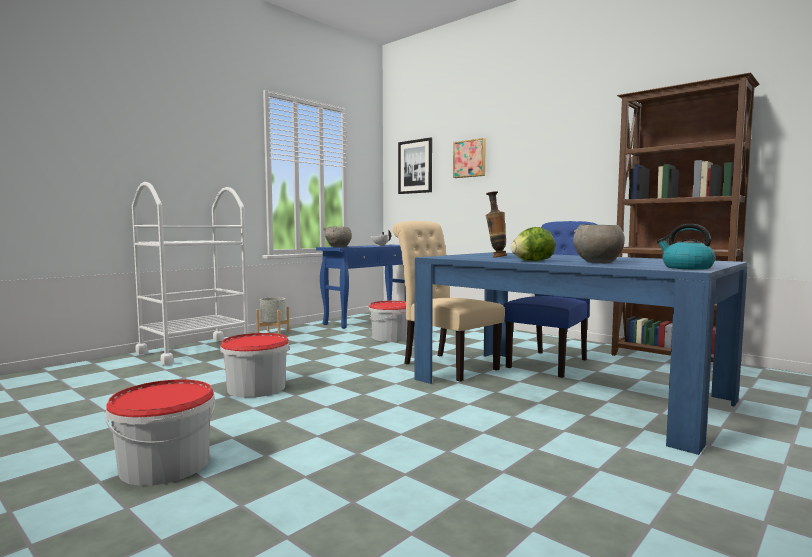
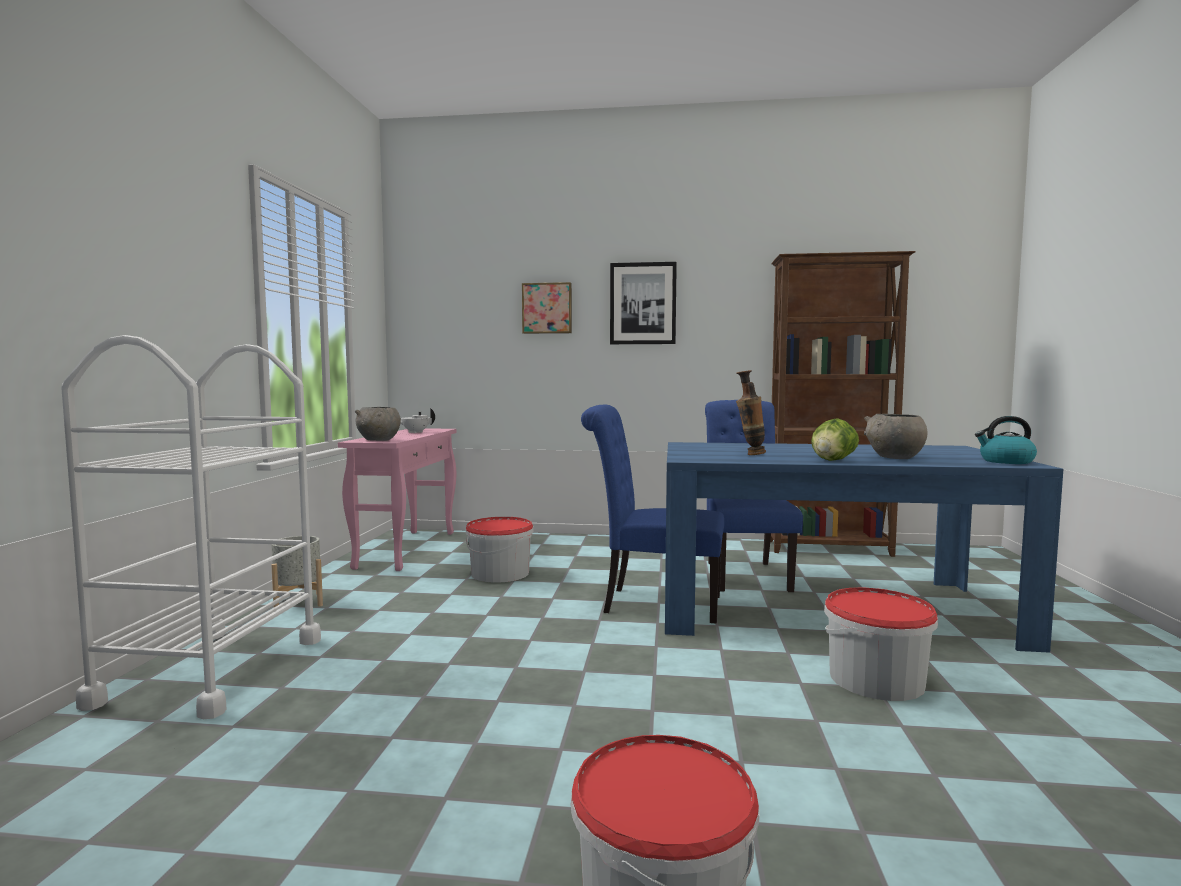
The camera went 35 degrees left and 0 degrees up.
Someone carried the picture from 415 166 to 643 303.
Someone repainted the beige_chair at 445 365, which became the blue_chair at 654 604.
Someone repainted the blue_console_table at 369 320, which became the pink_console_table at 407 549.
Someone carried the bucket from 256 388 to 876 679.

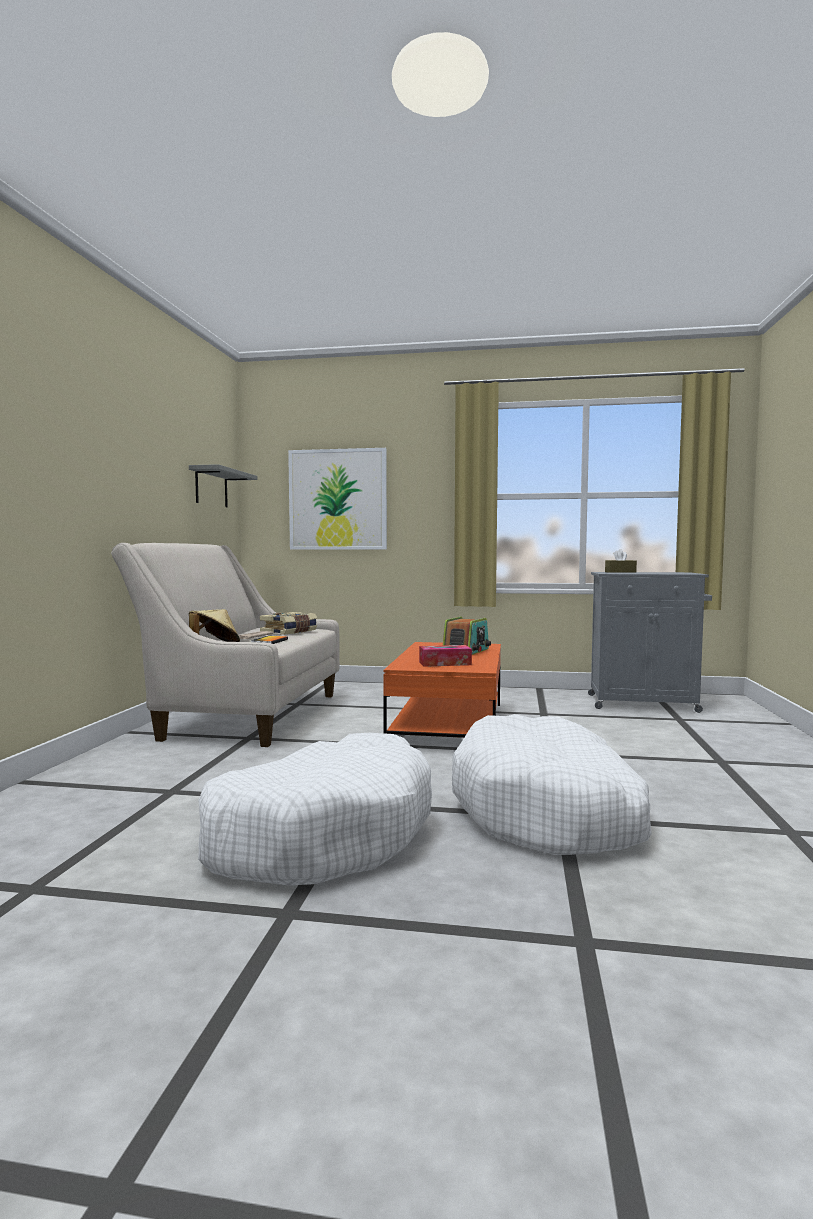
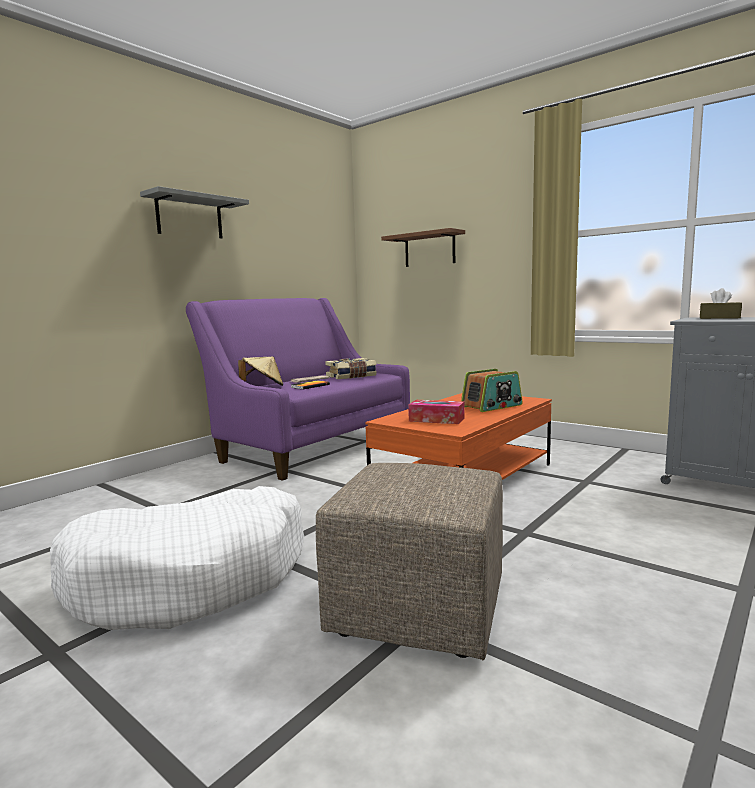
The camera went 30 degrees right and 5 degrees up.
Someone swapped the picture at 338 499 for the brown_shelf at 429 249.
Someone carried the grey_shelf from 211 488 to 189 217.
Someone repainted the beige_sofa at 244 715, which became the purple_sofa at 310 447.
Someone swapped the white_dog_bed at 548 811 for the beige_ottoman at 418 607.

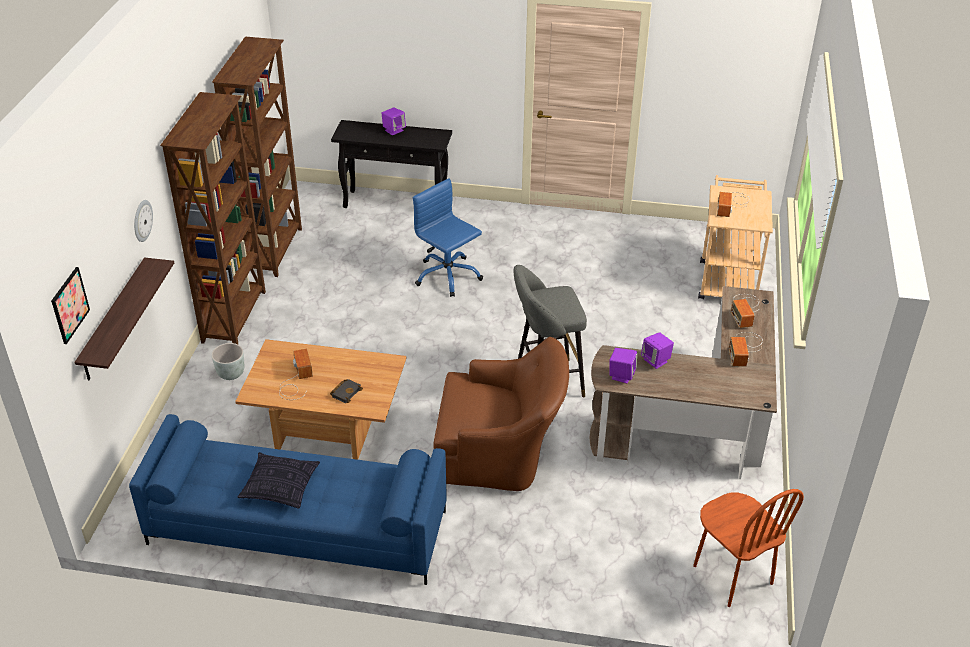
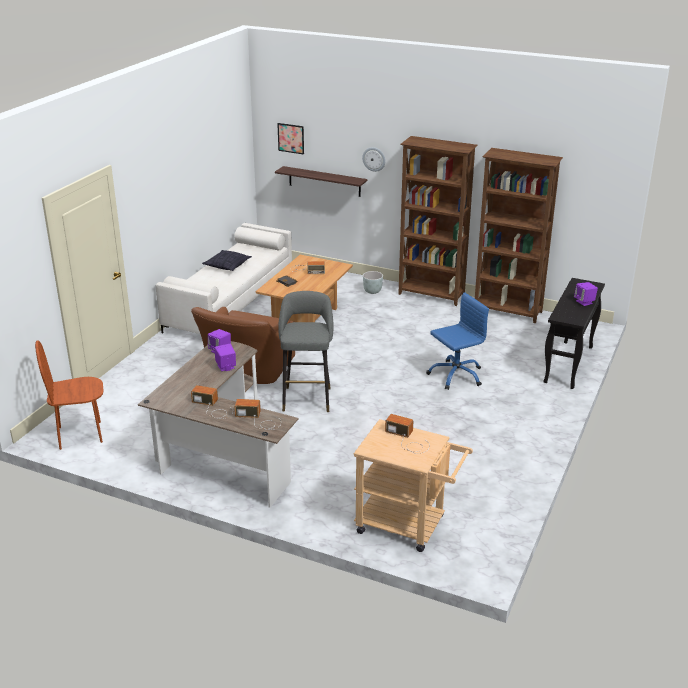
The camera went 105 degrees right and 10 degrees down.
Someone repainted the blue_sofa at 297 528, which became the white_sofa at 230 302.

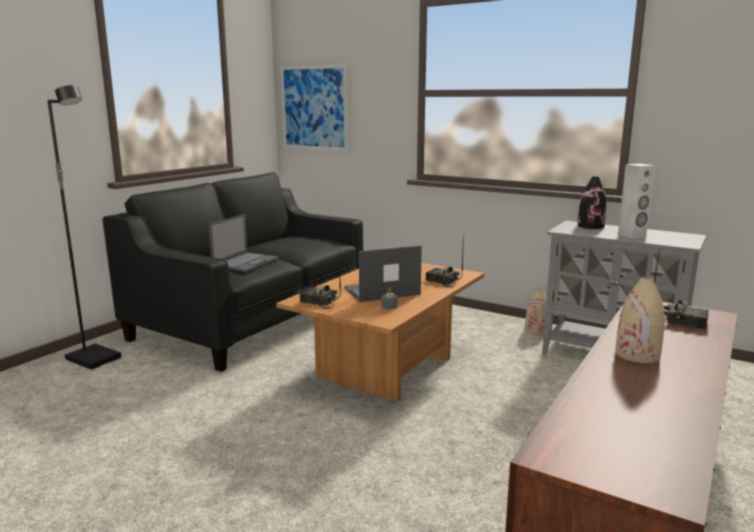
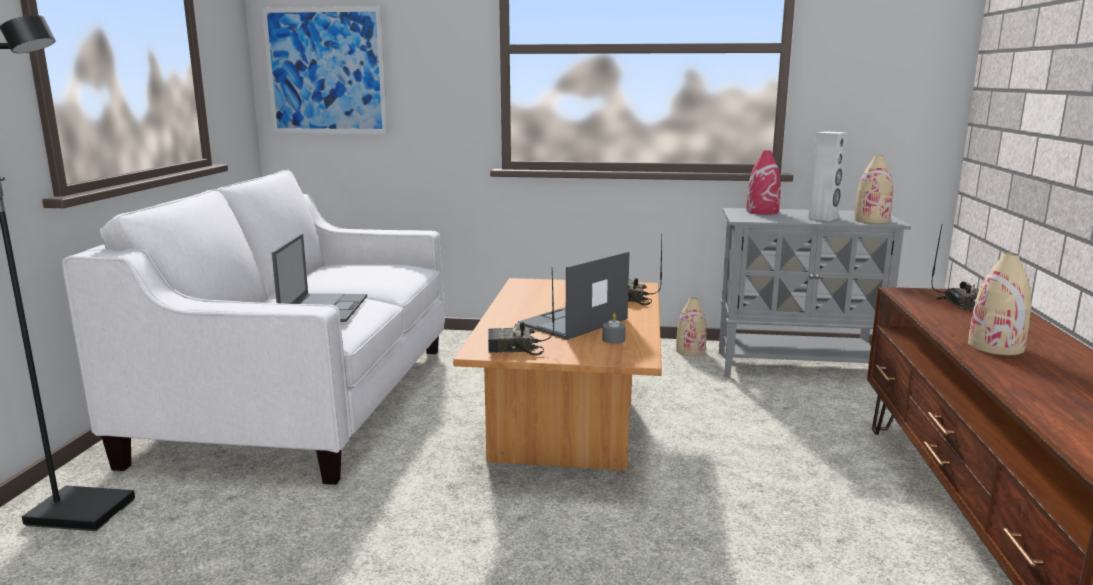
The camera went 25 degrees left and 0 degrees up.
Someone repainted the black_sofa at 252 320, which became the white_sofa at 305 399.
Someone repainted the black_vase at 590 226, which became the red_vase at 762 212.
Someone put down the beige_vase at 872 220.

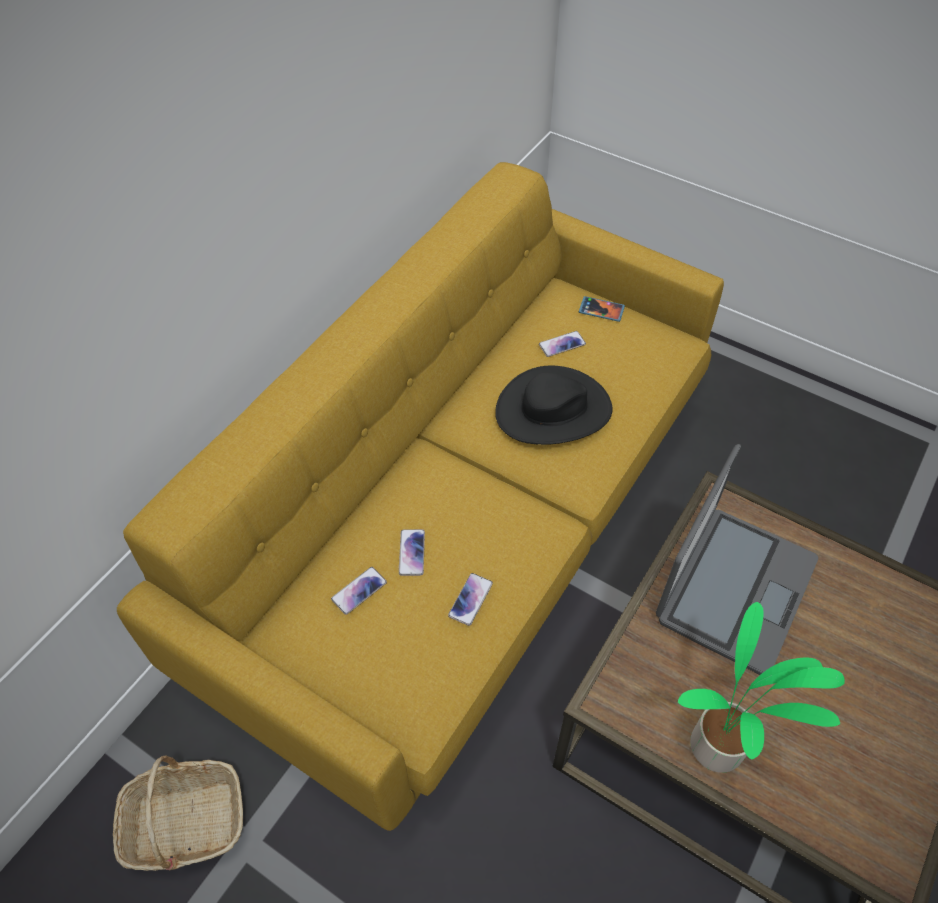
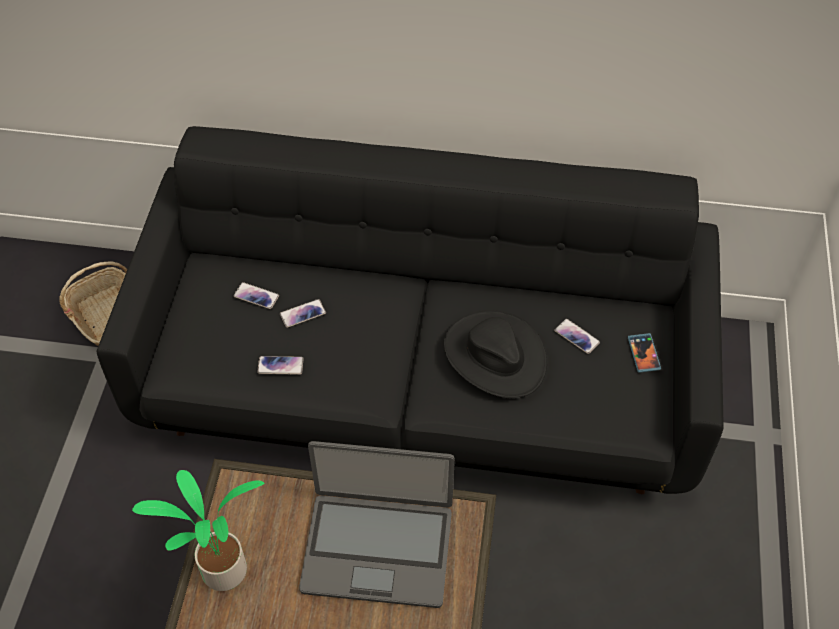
The camera went 65 degrees right and 0 degrees up.
Someone repainted the yellow_sofa at 468 526, which became the black_sofa at 421 384.

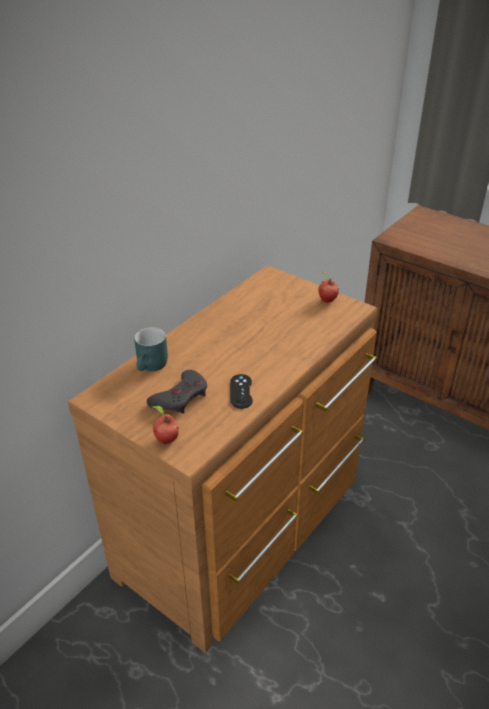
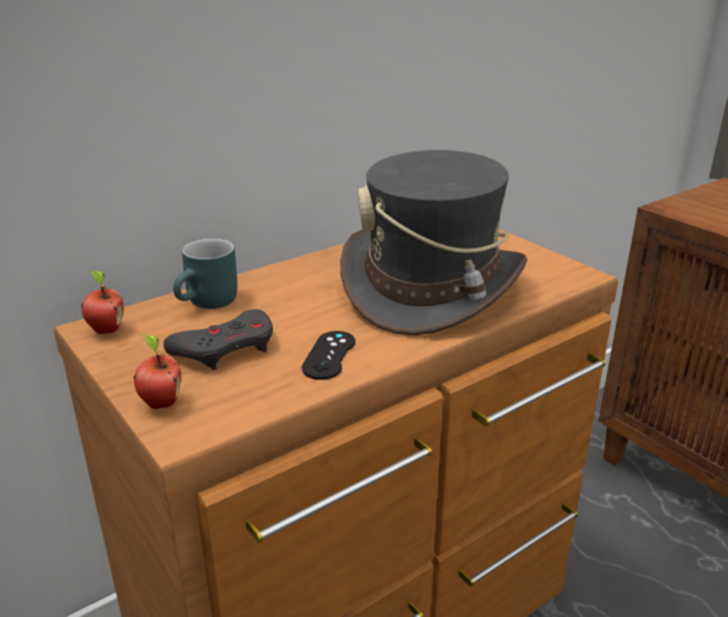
The camera went 15 degrees right and 10 degrees down.
Someone carried the apple from 326 300 to 106 330.
Someone put down the grey_hat at 432 288.

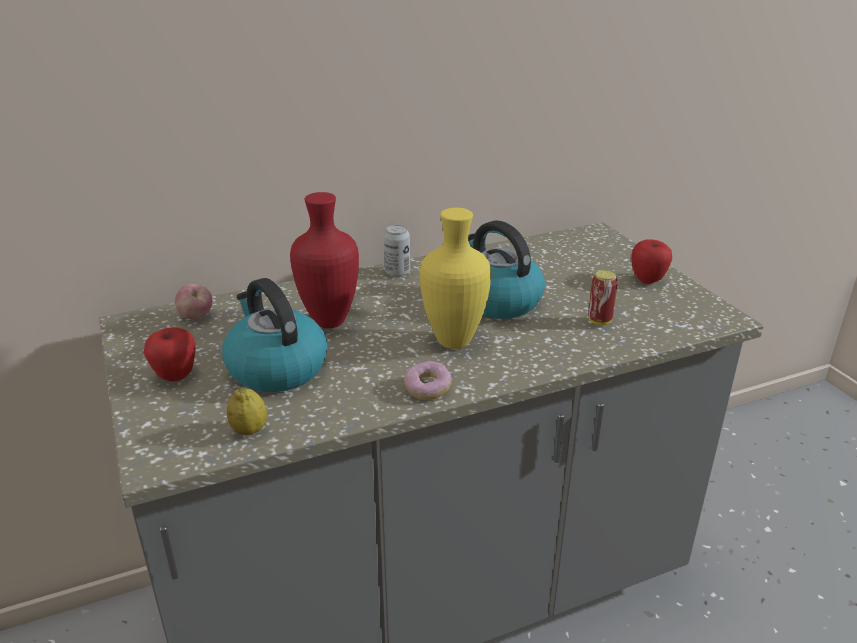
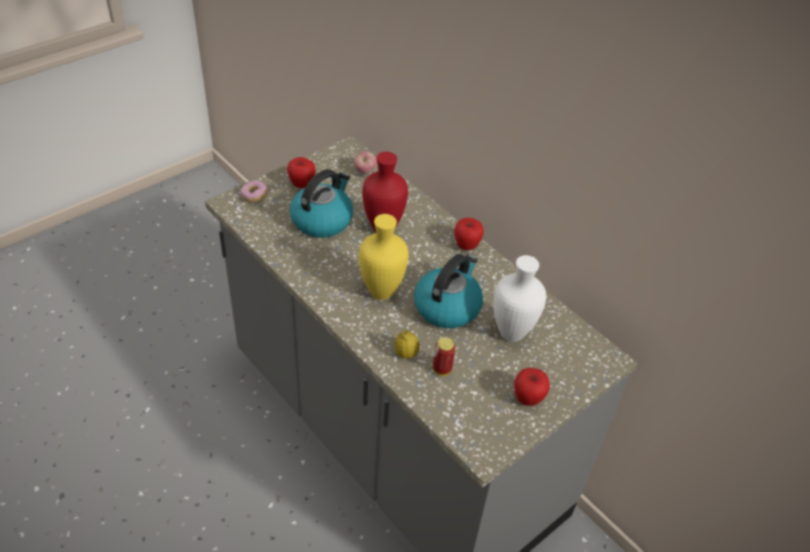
The camera went 70 degrees right and 15 degrees up.
Someone swapped the can at 397 272 for the apple at 466 246.
Someone carried the donut from 427 389 to 254 196.
Someone carried the lemon from 249 430 to 406 354.
Someone put down the white_vase at 510 334.

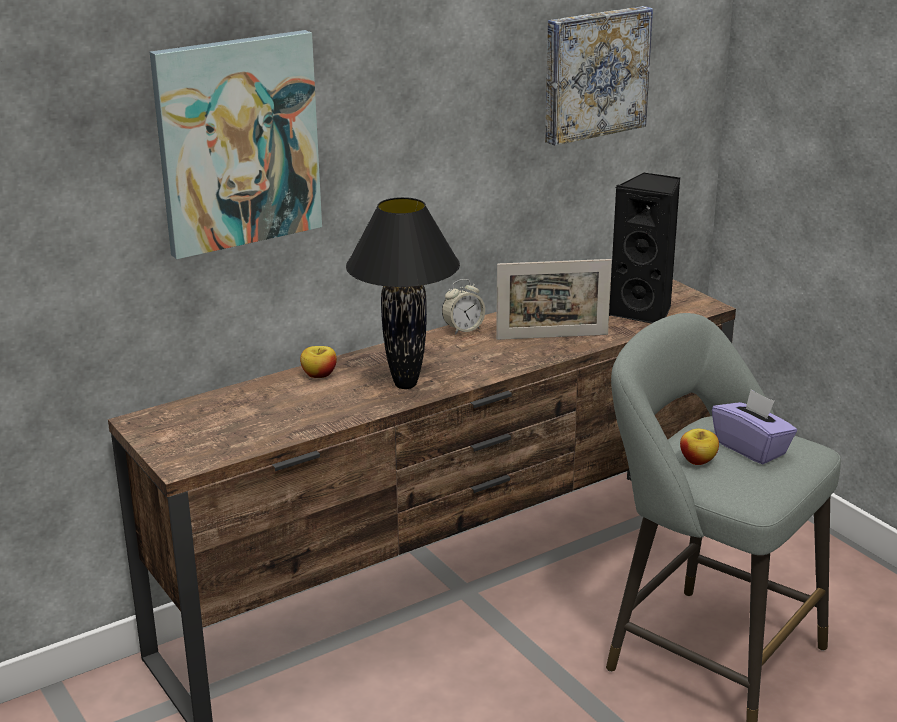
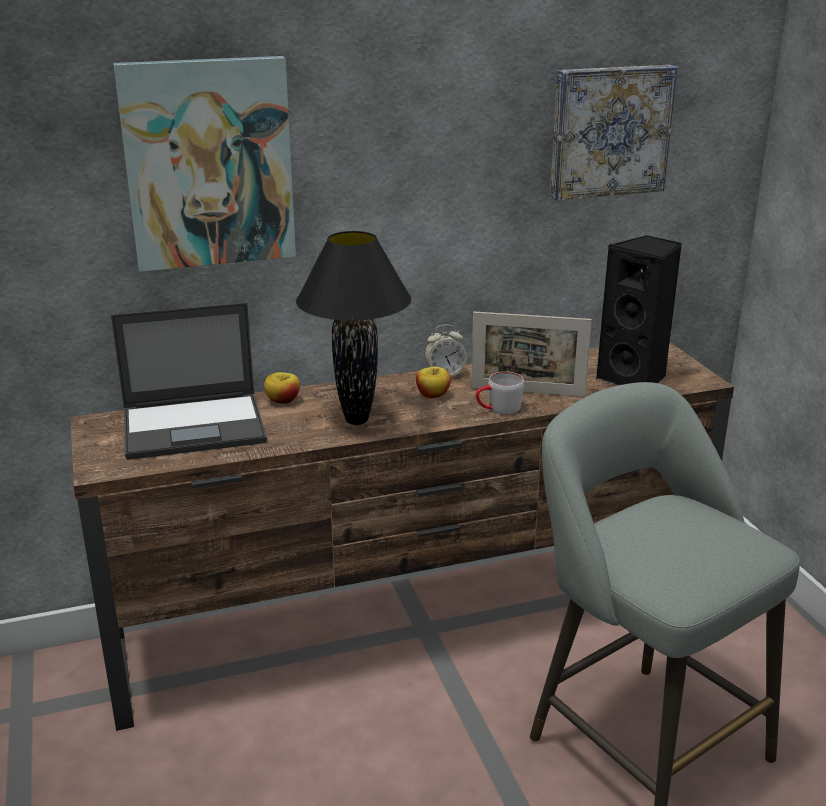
The camera went 15 degrees right and 0 degrees up.
Someone took away the purple_tissue_box at 751 448.
Someone carried the apple from 698 460 to 432 395.
Someone put down the laptop at 195 426.
Someone put down the grey_mug at 498 409.

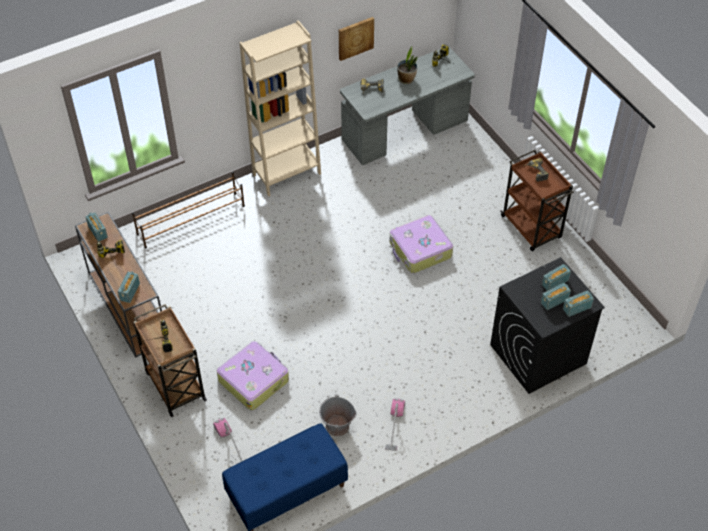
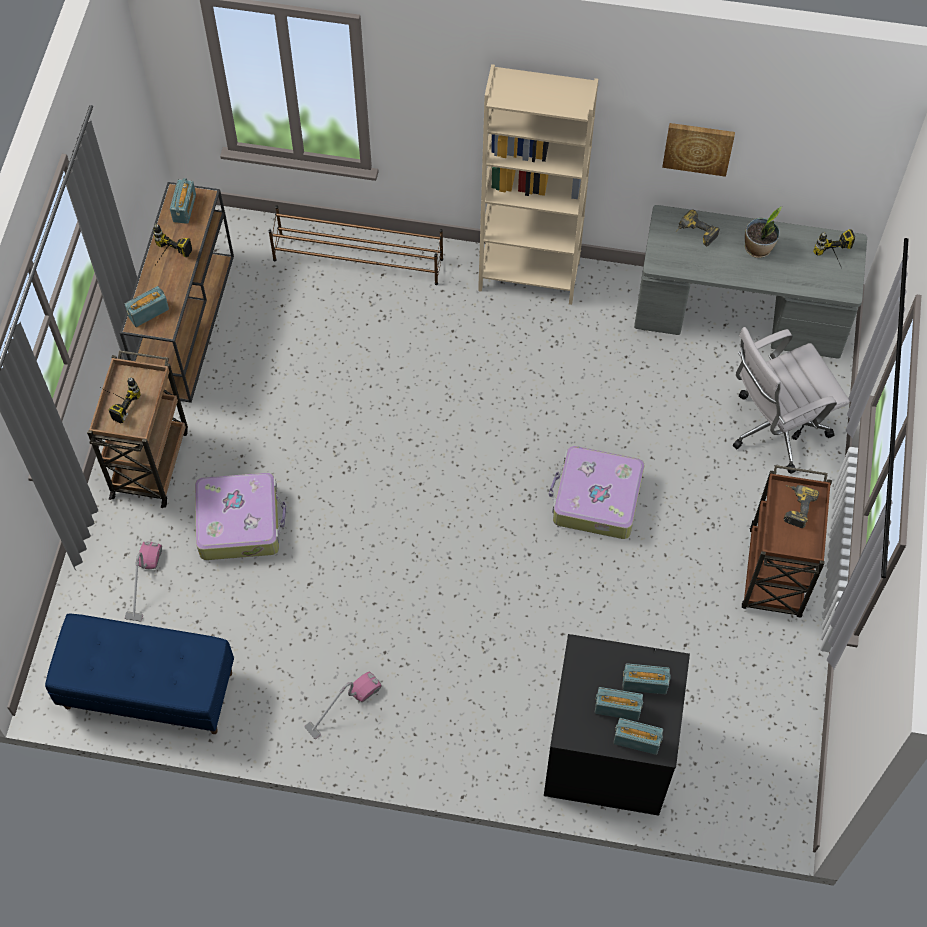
The camera went 40 degrees right and 10 degrees up.
Someone took away the grey_bucket at 337 426.
Someone put down the white_office_chair at 774 429.

